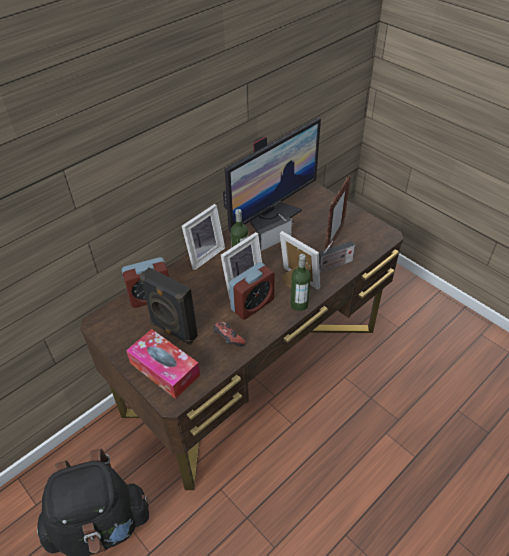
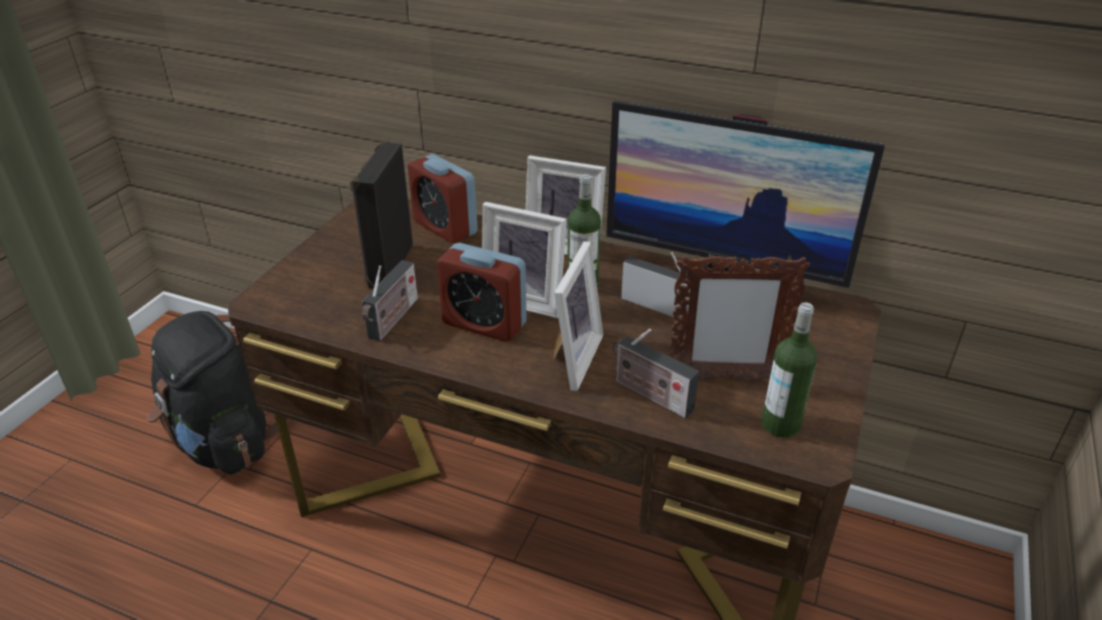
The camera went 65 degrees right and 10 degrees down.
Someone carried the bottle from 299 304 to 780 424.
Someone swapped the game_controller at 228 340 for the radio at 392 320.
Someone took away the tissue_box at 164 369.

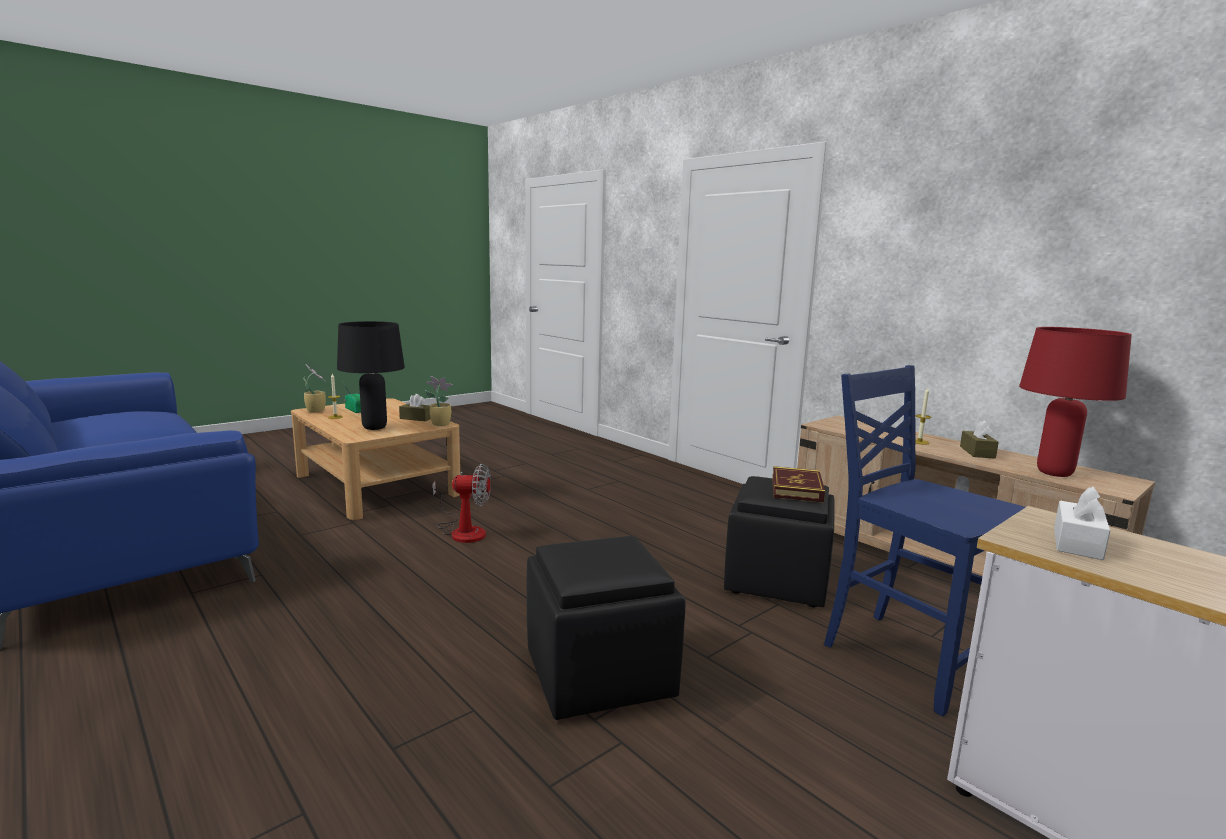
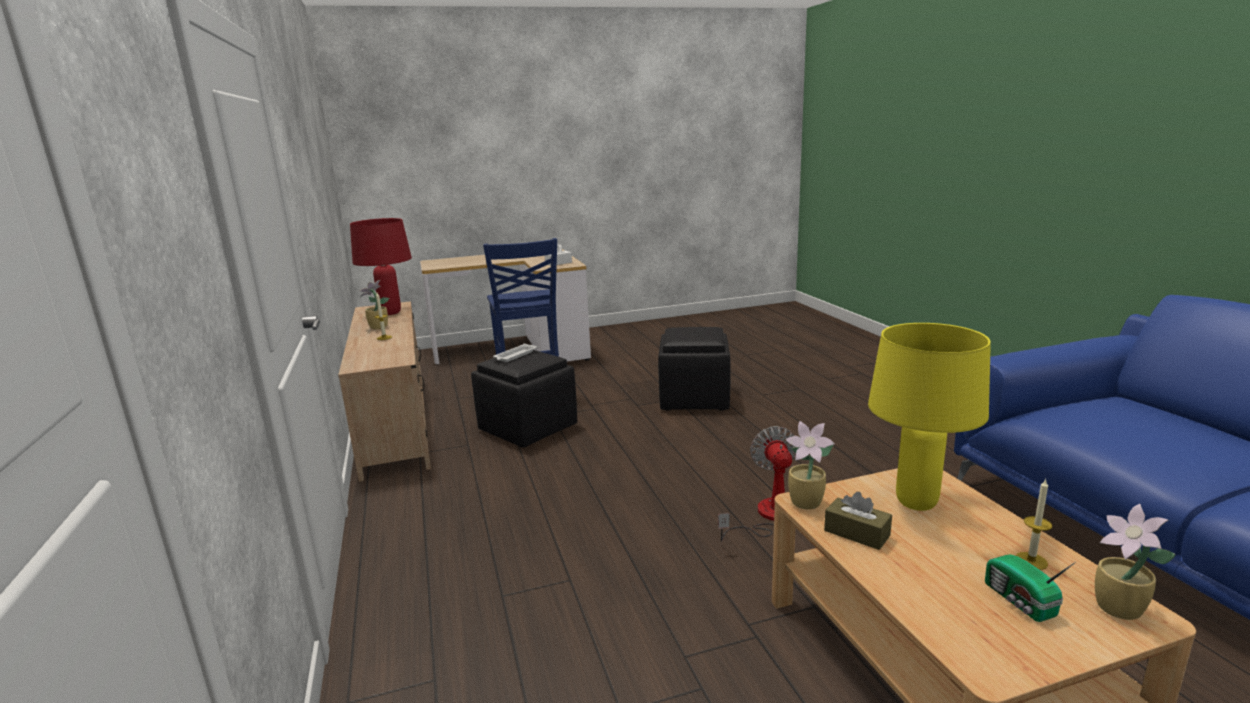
The camera went 155 degrees left and 5 degrees up.
Someone repainted the black_table_lamp at 375 427, which became the yellow_table_lamp at 916 503.
Someone swapped the brown_tissue_box at 977 452 for the potted_plant at 377 327.
Someone rotated the fan at 463 531 by 60 degrees clockwise.
Someone swapped the book at 796 488 for the white_tray at 515 356.

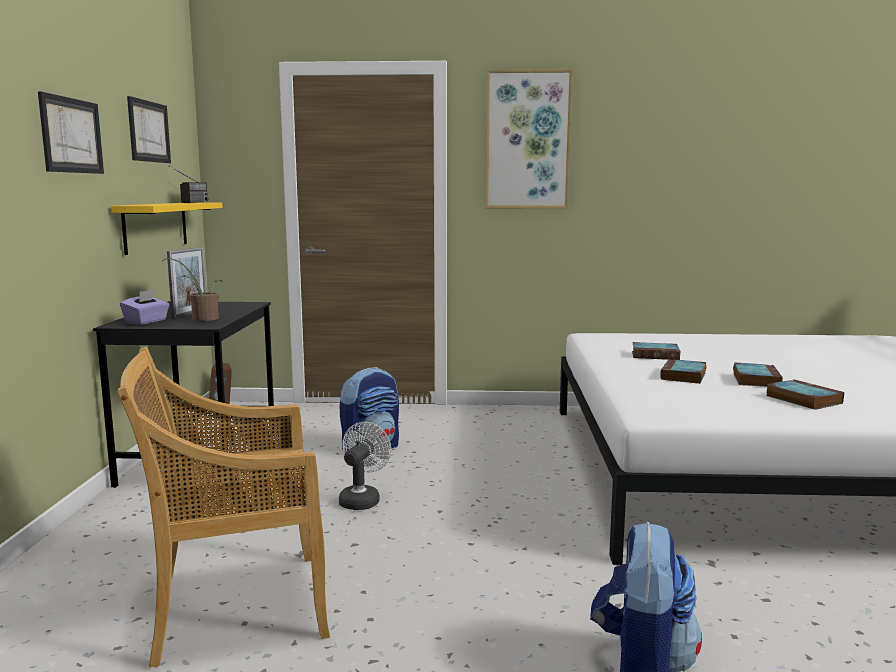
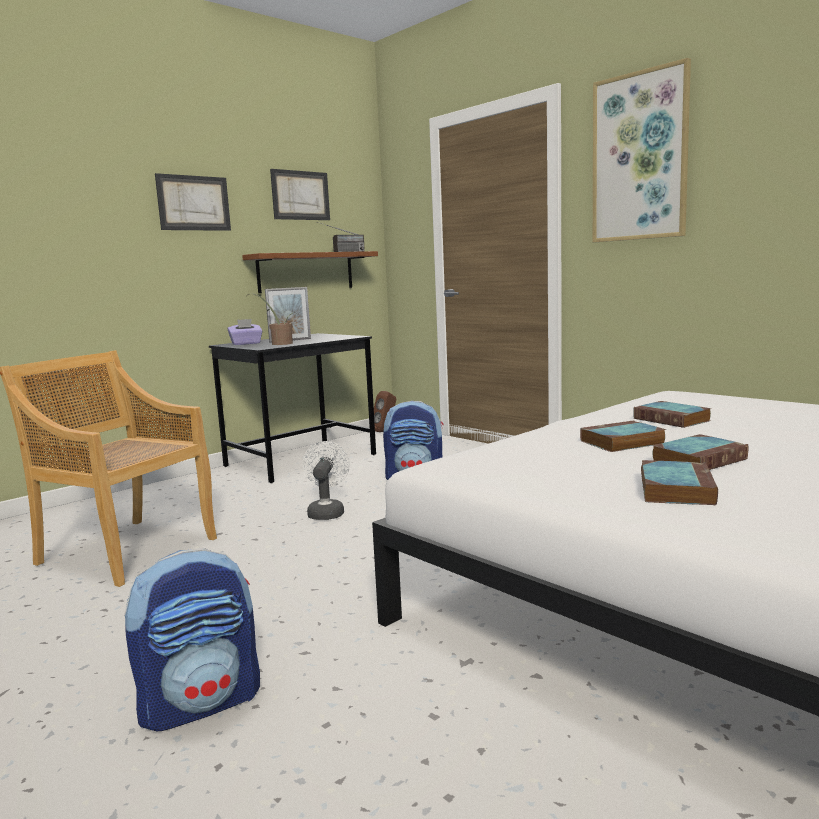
The camera went 45 degrees right and 0 degrees up.
Someone repainted the yellow_shelf at 156 226, which became the brown_shelf at 306 272.
Someone rotated the white_fan at 362 499 by 60 degrees counterclockwise.

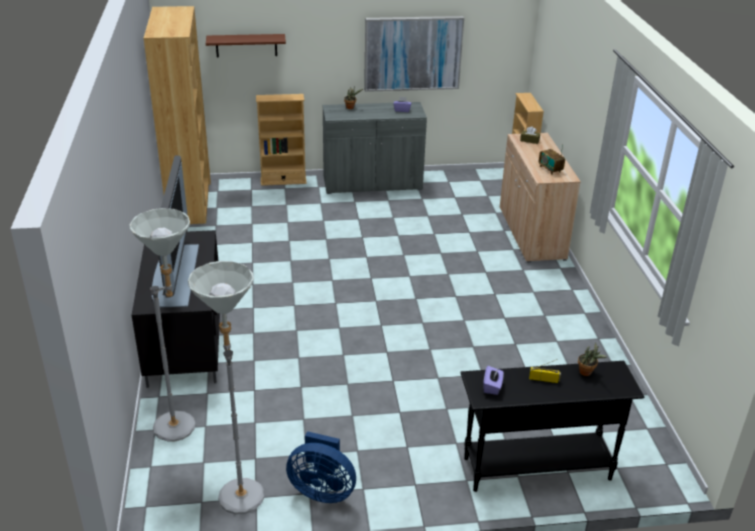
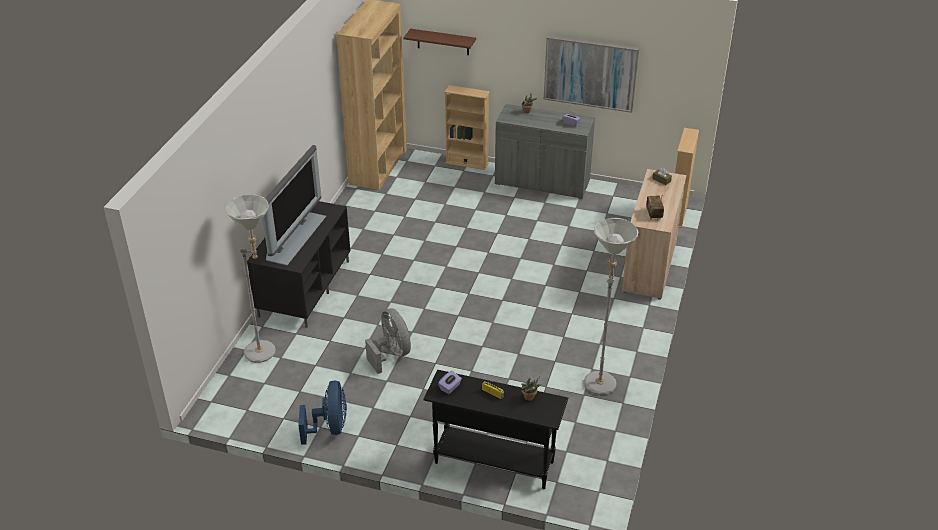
The camera went 25 degrees right and 5 degrees up.
Someone carried the grey_floor_lamp from 240 489 to 600 378.
Someone rotated the blue_fan at 322 490 by 135 degrees counterclockwise.
Someone put down the grey_fan at 391 354.

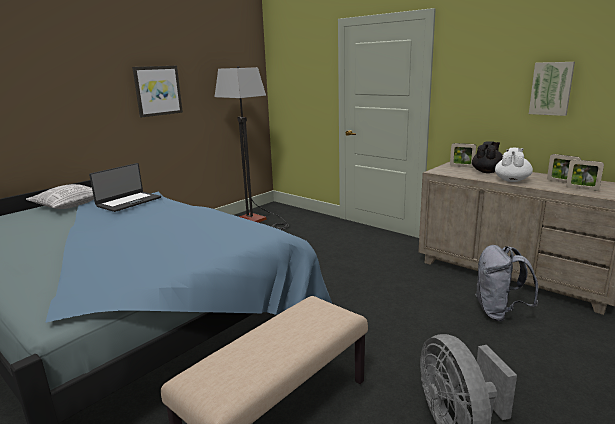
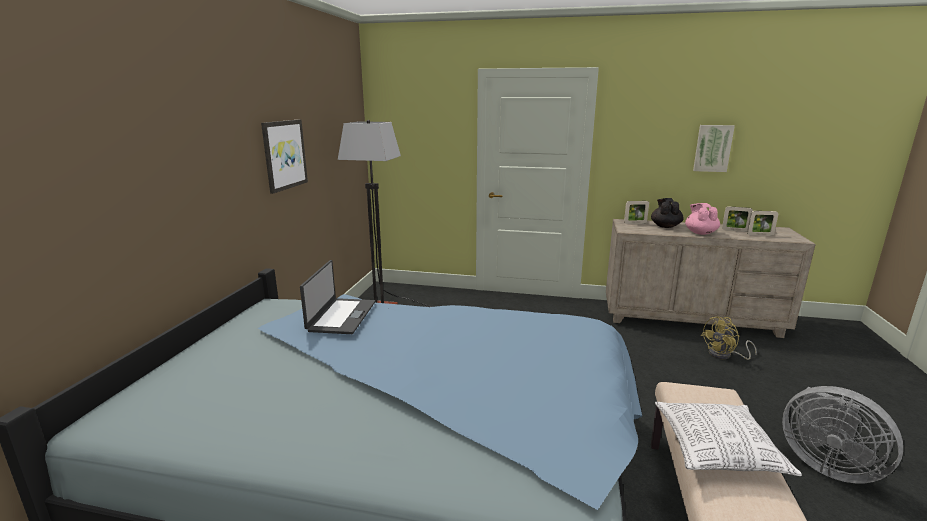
The camera went 30 degrees left and 0 degrees up.
Someone repainted the white_teapot at 512 180, which became the pink_teapot at 700 233.
Someone carried the pillow from 69 205 to 716 450.
Someone swapped the grey_backpack at 499 313 for the yellow_fan at 724 355.

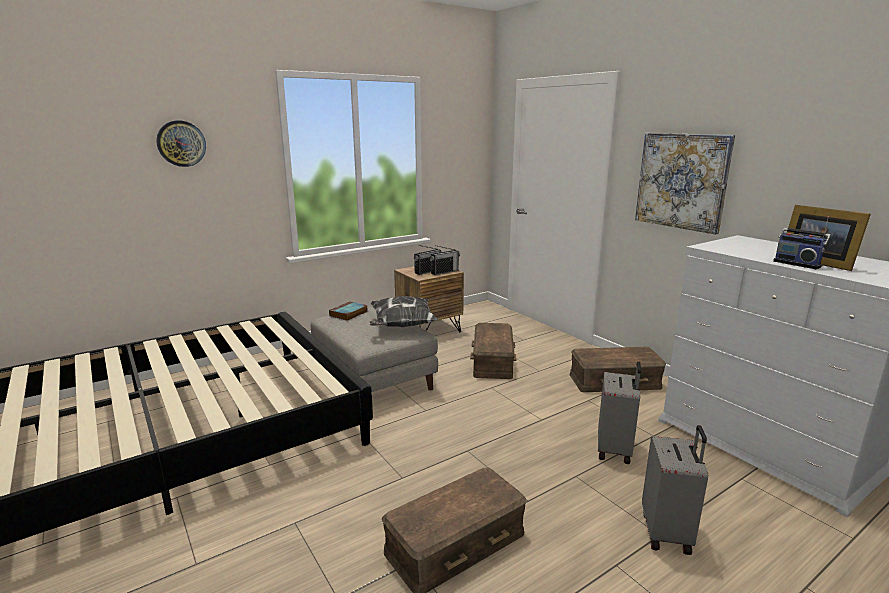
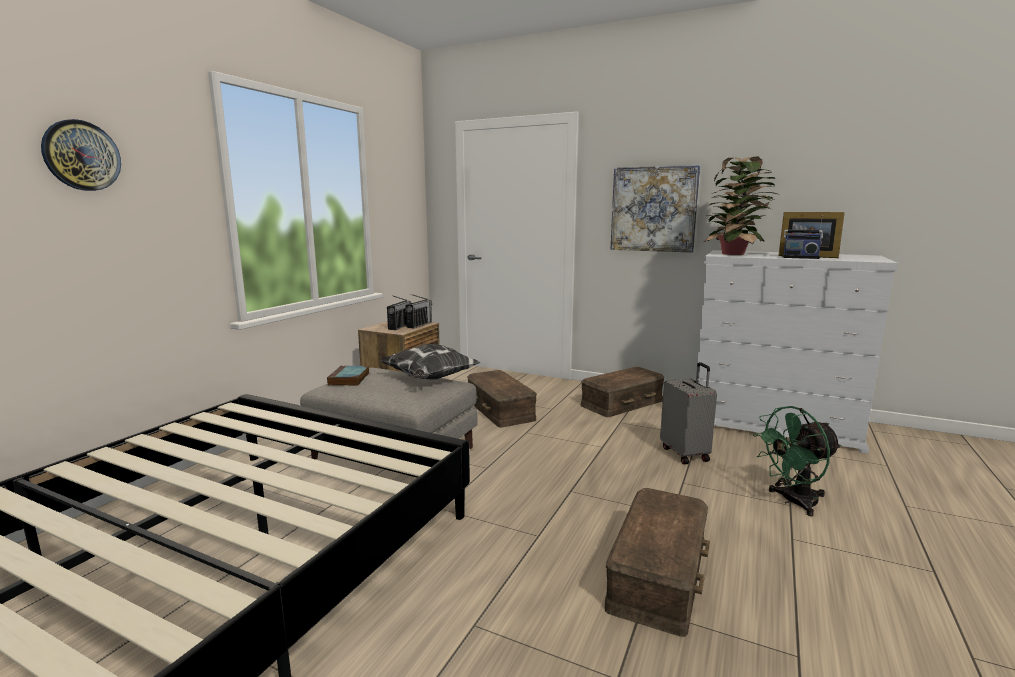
The camera went 30 degrees left and 5 degrees down.
Someone swapped the grey_suitcase at 667 533 for the green_fan at 792 501.
Someone put down the potted_plant at 735 254.

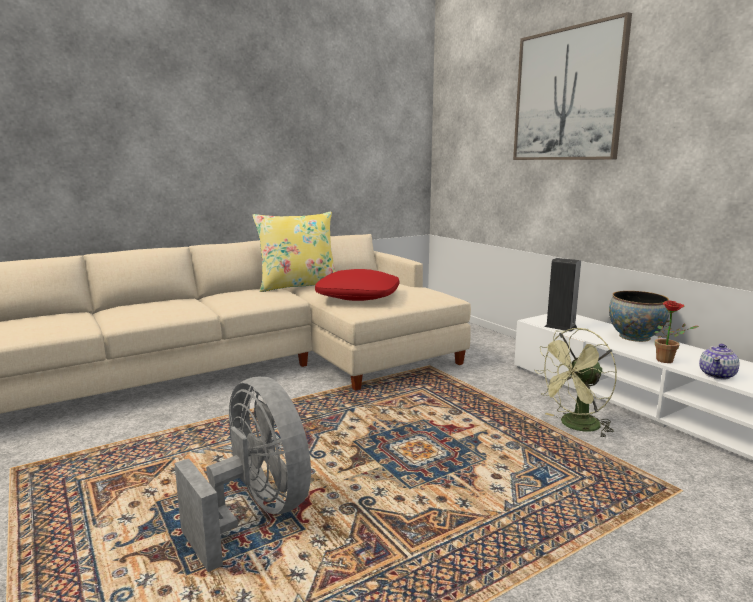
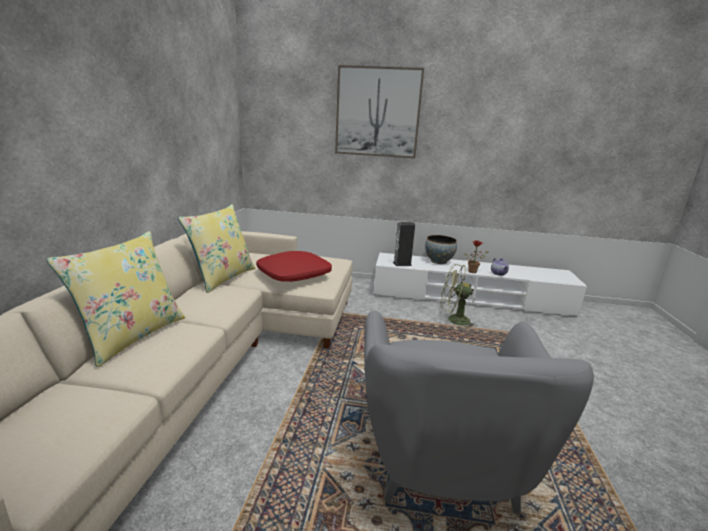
The camera went 50 degrees left and 5 degrees up.
Someone rotated the green_fan at 575 426 by 90 degrees clockwise.
Someone swapped the grey_fan at 256 513 for the grey_armchair at 442 461.
Someone put down the yellow_pillow at 132 336.

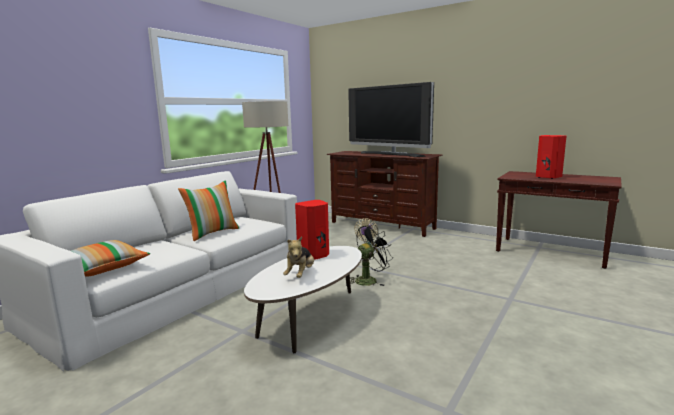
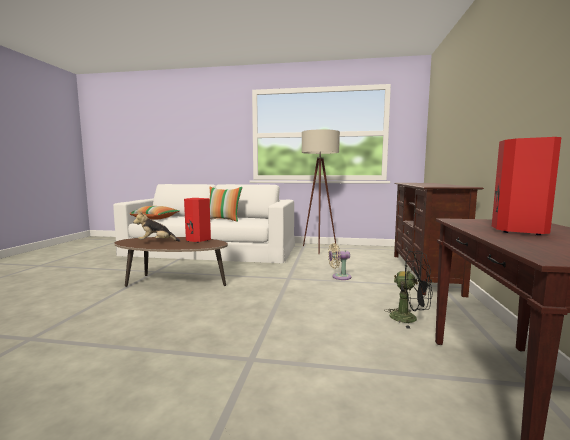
The camera went 65 degrees right and 5 degrees down.
Someone took away the television at 391 154.
Someone carried the black_fan from 369 280 to 409 318.
Someone repainted the white_coffee_table at 311 320, which became the brown_coffee_table at 173 283.

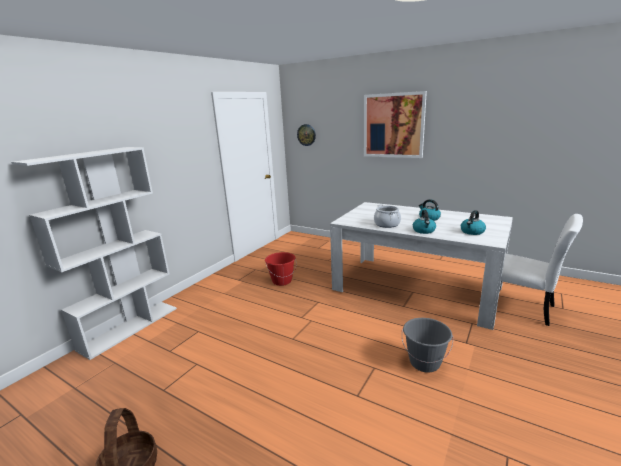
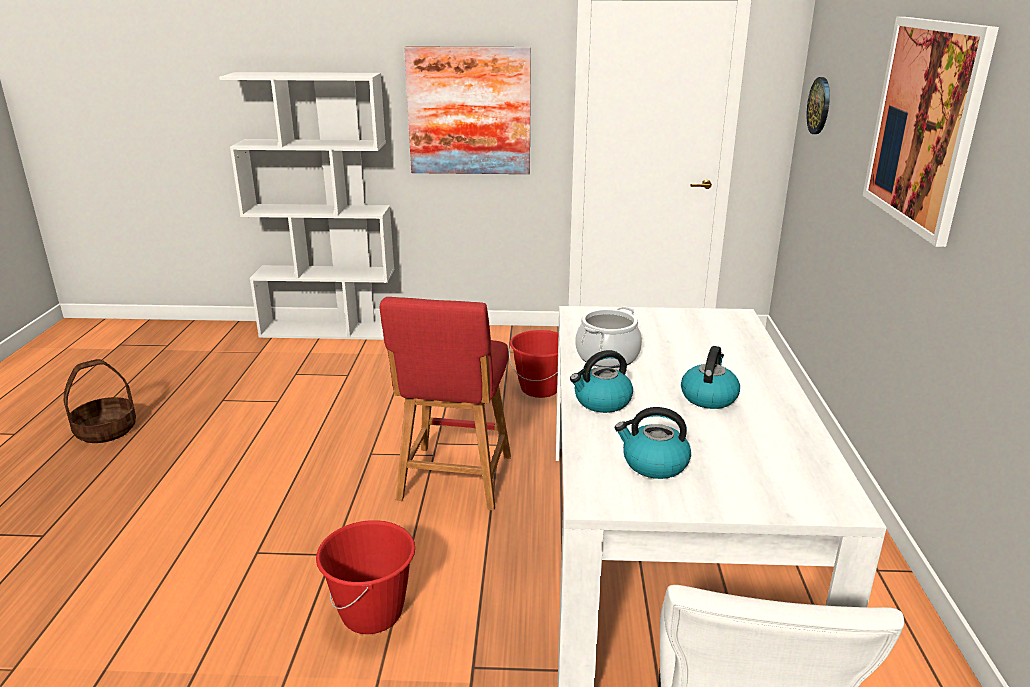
The camera went 60 degrees right and 5 degrees up.
Someone repainted the grey_bucket at 424 362, which became the red_bucket at 372 613.
Someone put up the picture at 469 111.
Someone put down the red_stool at 454 481.

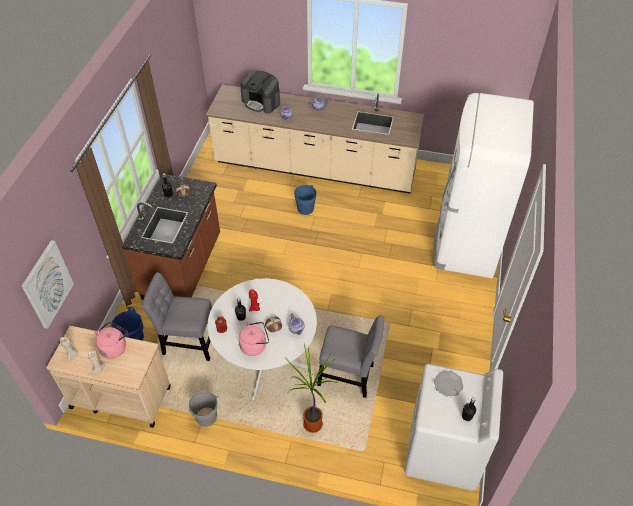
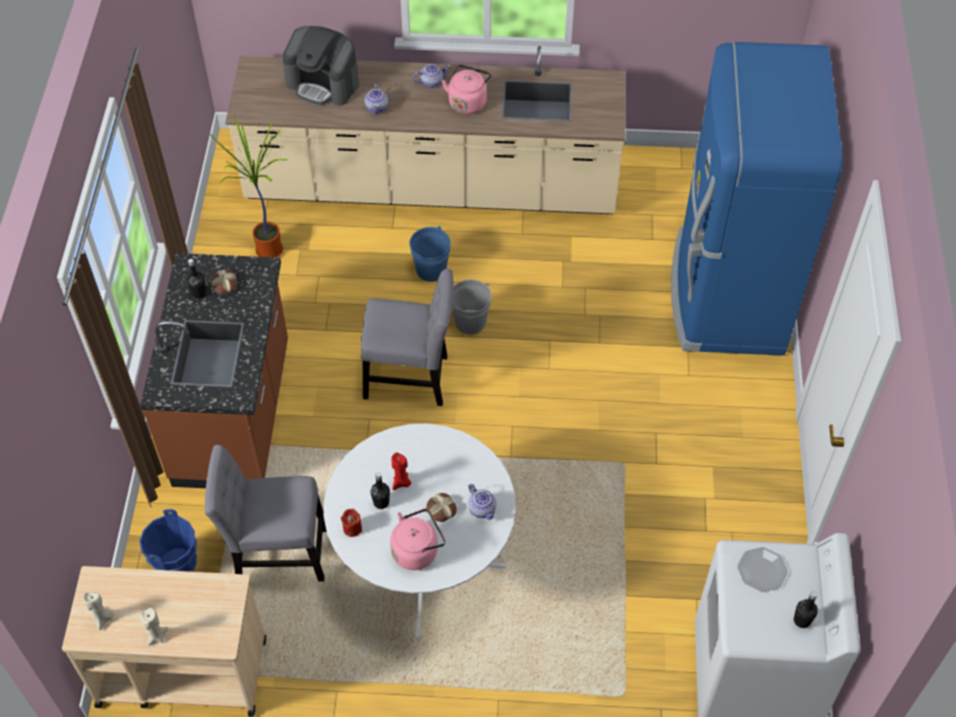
The camera went 10 degrees left and 5 degrees up.
Someone repainted the white_fridge at 465 242, which became the blue_fridge at 726 294.
Someone took away the picture at 47 284.
Someone carried the grey_chair from 349 376 to 411 378.
Someone carried the pink_kettle from 114 347 to 468 102.
Someone carried the potted_plant from 312 426 to 269 252.
Someone carried the grey_bucket from 206 417 to 470 322.

